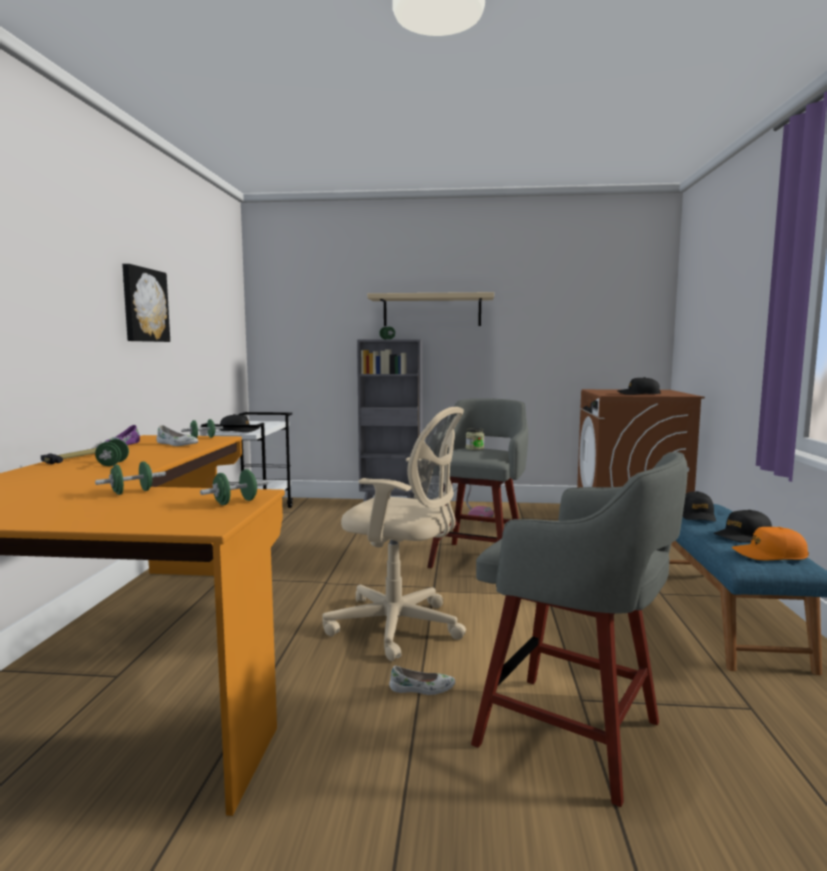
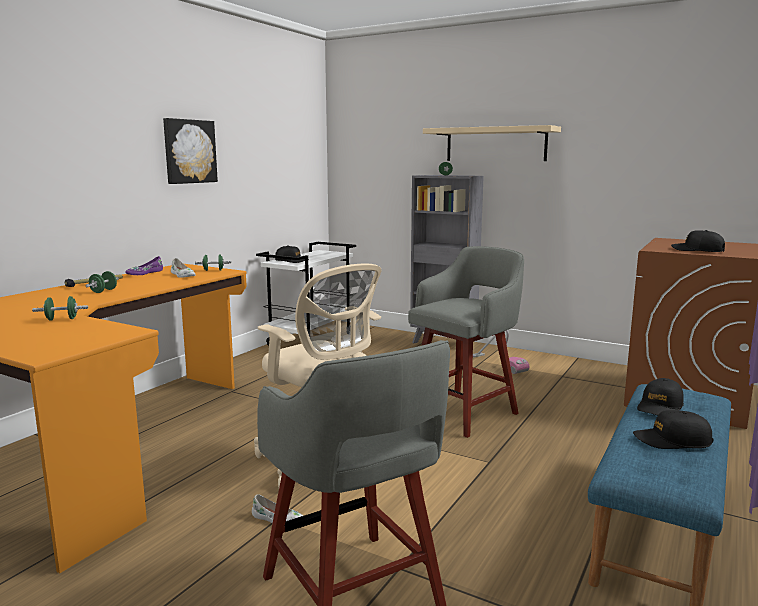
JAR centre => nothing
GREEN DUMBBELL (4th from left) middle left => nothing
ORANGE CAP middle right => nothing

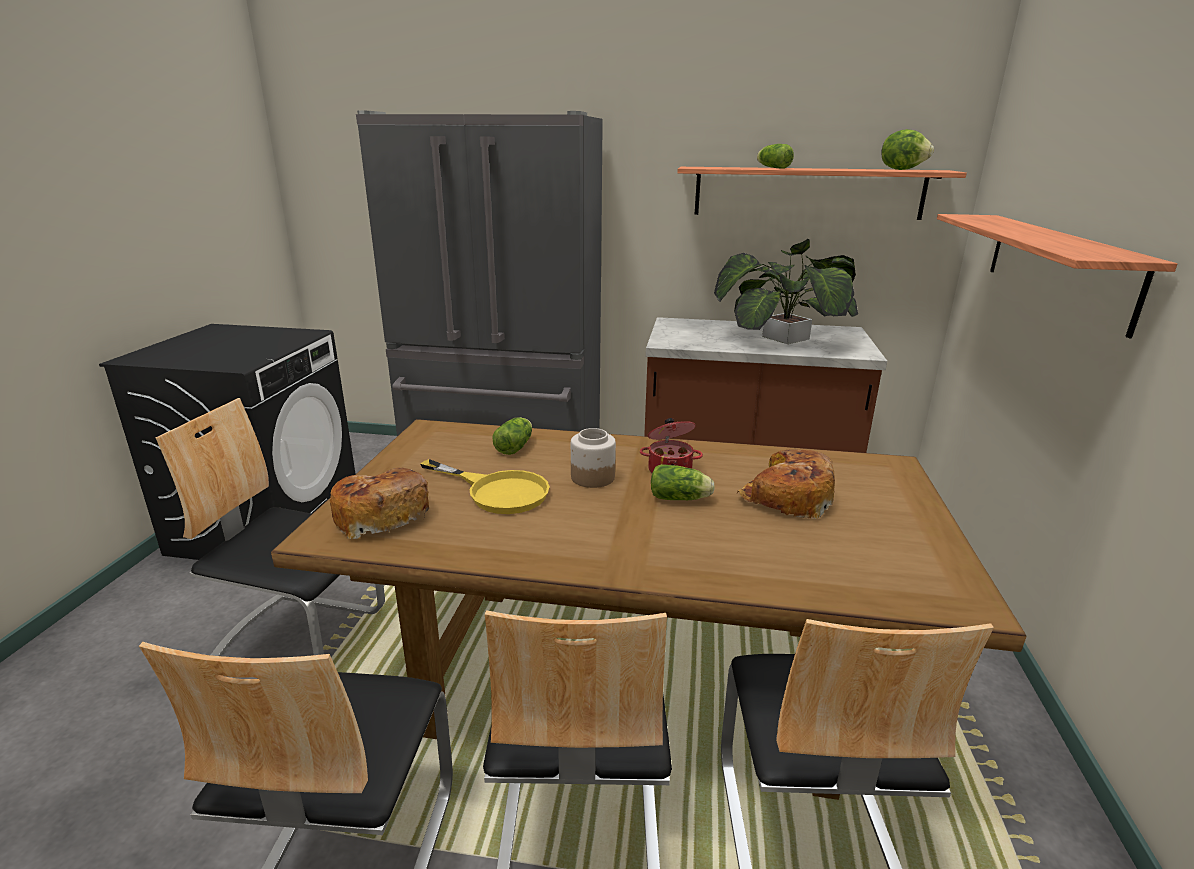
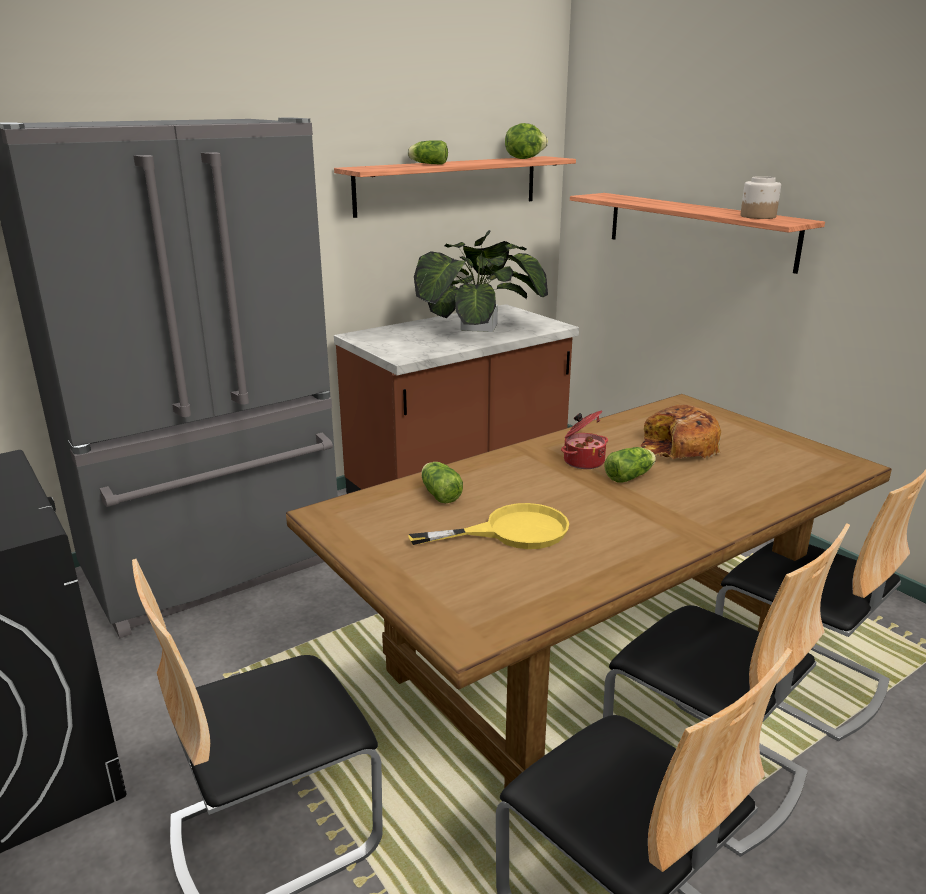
JAR centre => JAR top right, moved
BREAD (1st from left) middle left => nothing

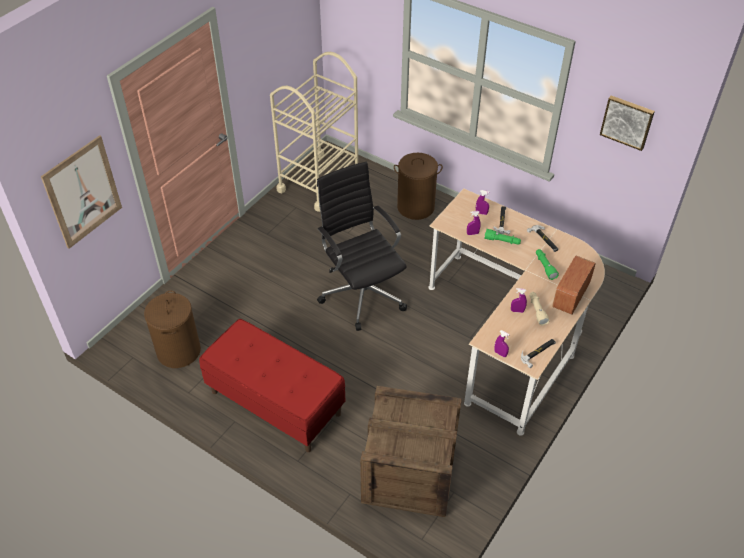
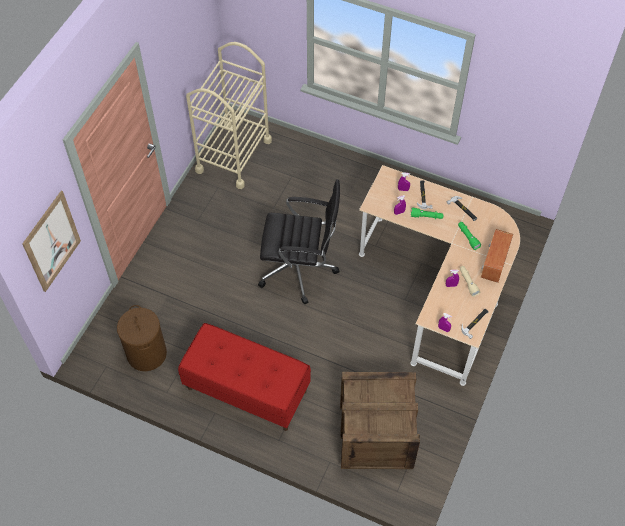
PICTURE (2nd from left) top right => nothing
BROWN LAUNDRY BASKET (2nd from left) centre => nothing
BLACK OFFICE CHAIR centre, 135 degrees clockwise

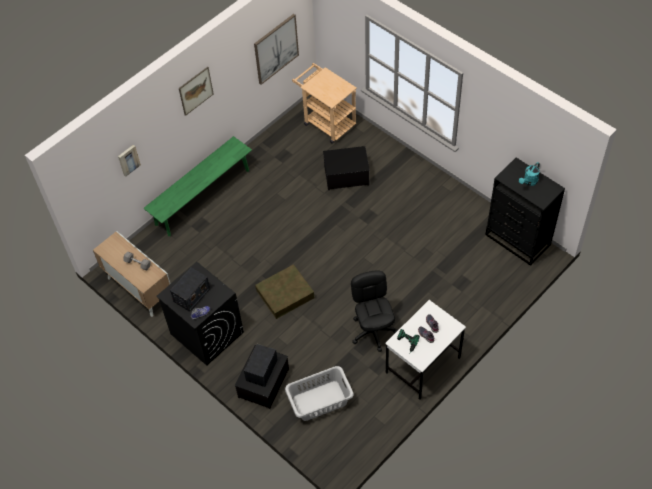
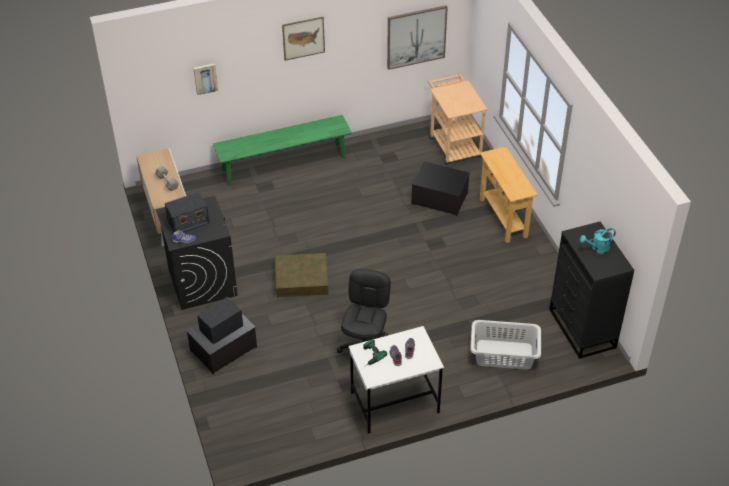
GREY LAUNDRY BASKET bottom centre => GREY LAUNDRY BASKET bottom right, moved
nothing => BEIGE CONSOLE TABLE middle right

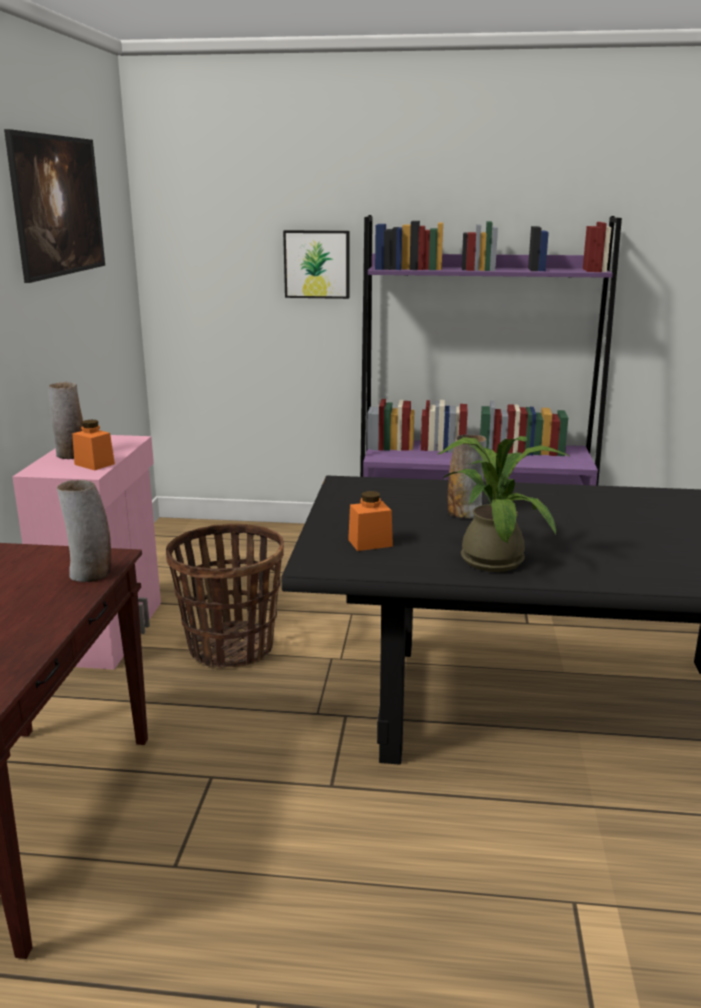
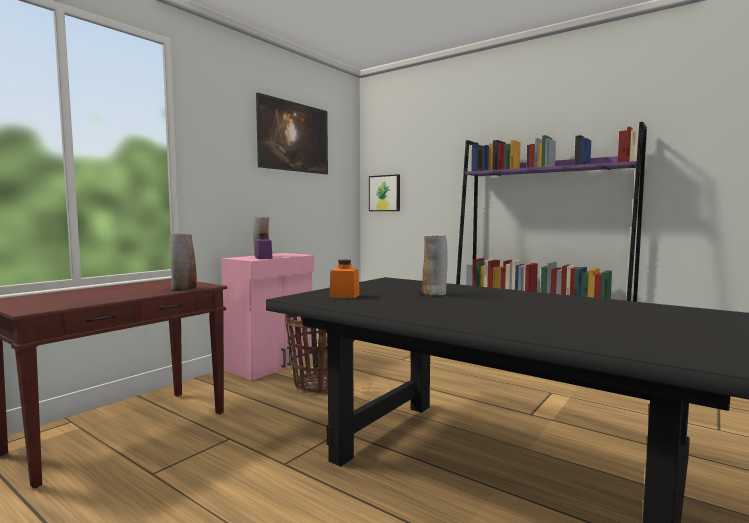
PICTURE (2nd from left) top centre => PICTURE (2nd from left) centre, moved
ORANGE JAR (1st from left) middle left => PURPLE JAR centre
POTTED PLANT middle right => nothing

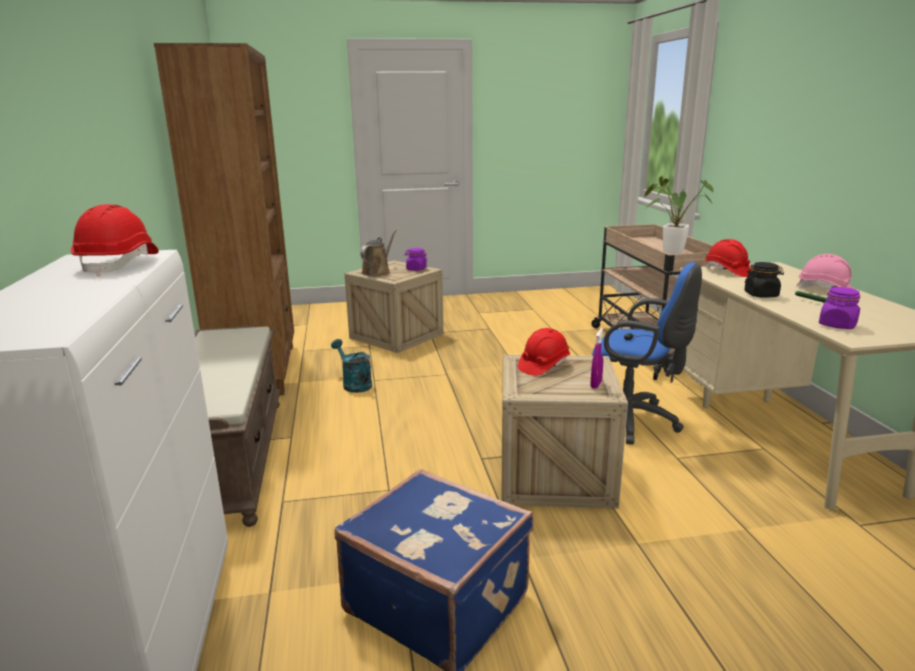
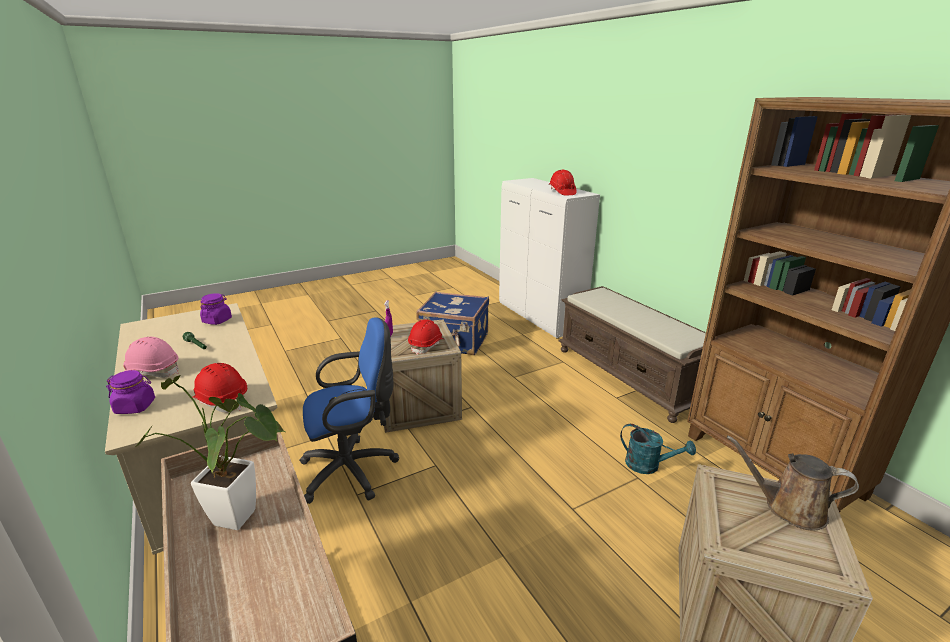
BROWN WATERING CAN centre => BROWN WATERING CAN bottom right, 105 degrees clockwise
PURPLE JAR (1st from left) centre => PURPLE JAR (1st from left) middle left, moved
BLUE OFFICE CHAIR middle right => BLUE OFFICE CHAIR centre, 150 degrees clockwise
BLACK JAR middle right => nothing

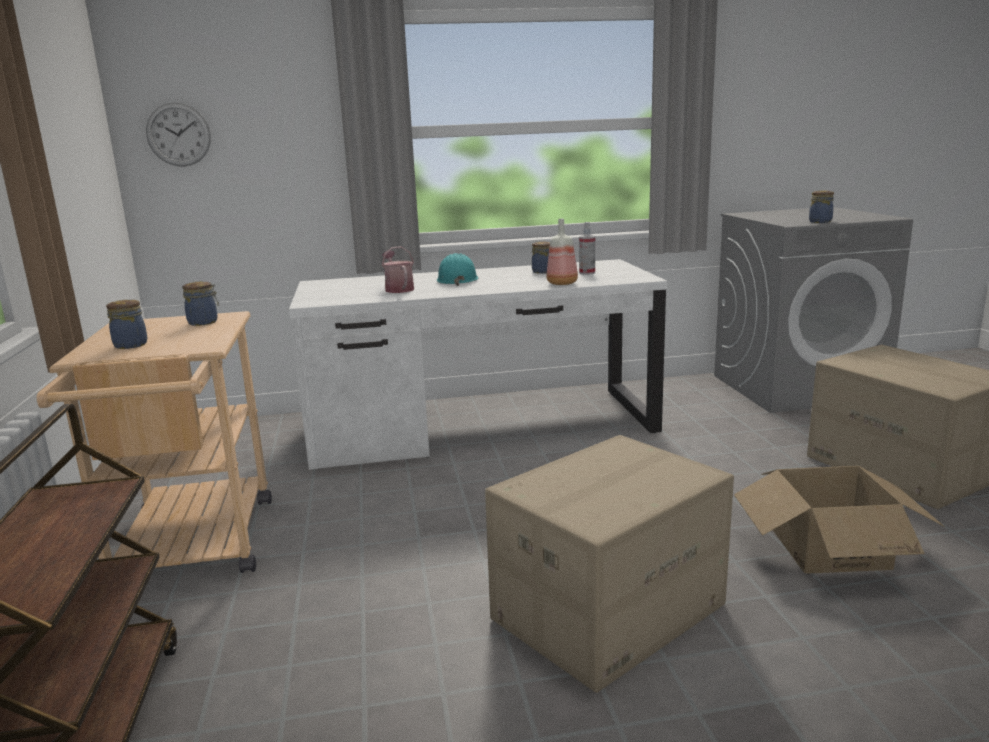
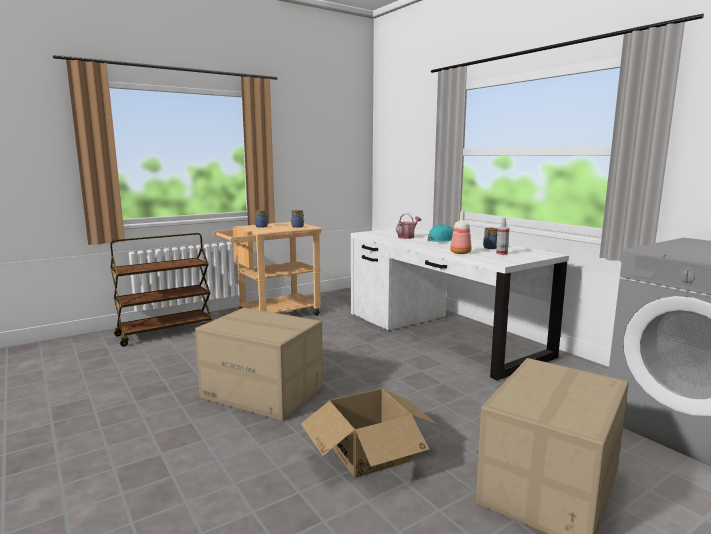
WALL CLOCK top left => nothing
JAR (4th from left) top right => nothing

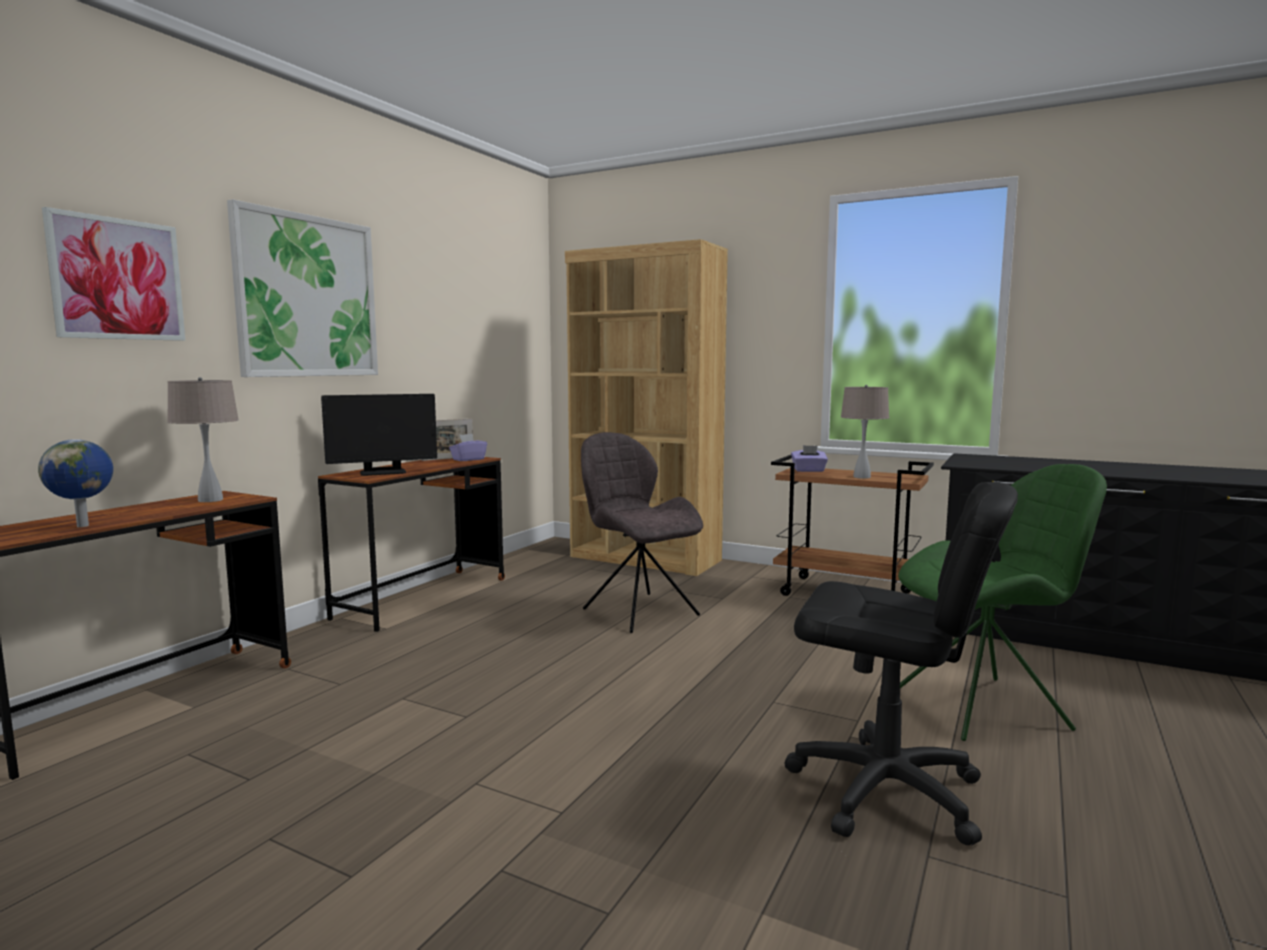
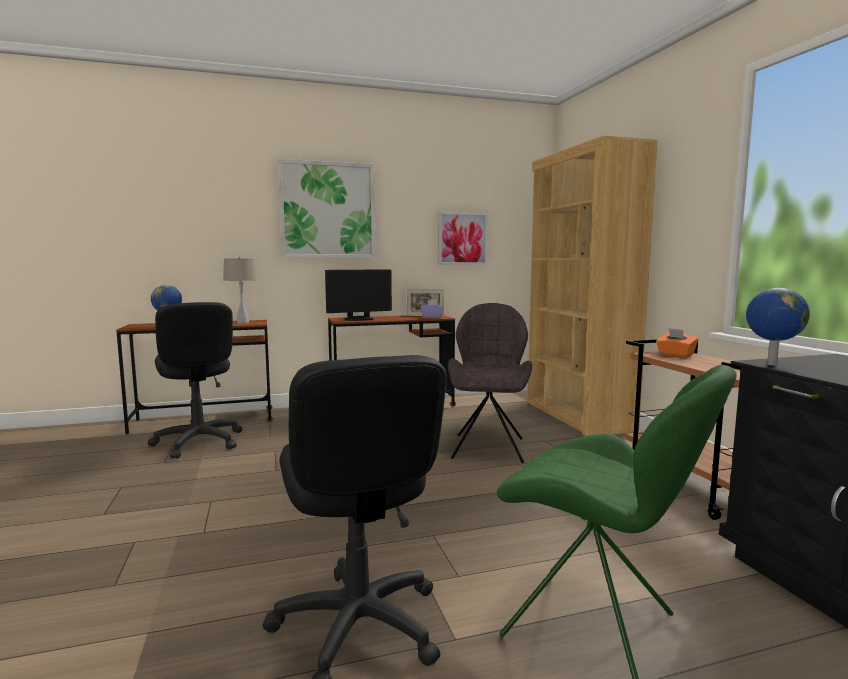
PICTURE (1st from left in the first image) top left => PICTURE (2nd from left) centre, moved
BEIGE TABLE LAMP (2nd from left) middle right => nothing
MONITOR middle left => MONITOR centre, 45 degrees counterclockwise
PURPLE TISSUE BOX (2nd from left) centre => ORANGE TISSUE BOX middle right
nothing => GLOBE (2nd from left) middle right
nothing => BLACK OFFICE CHAIR (1st from left) middle left

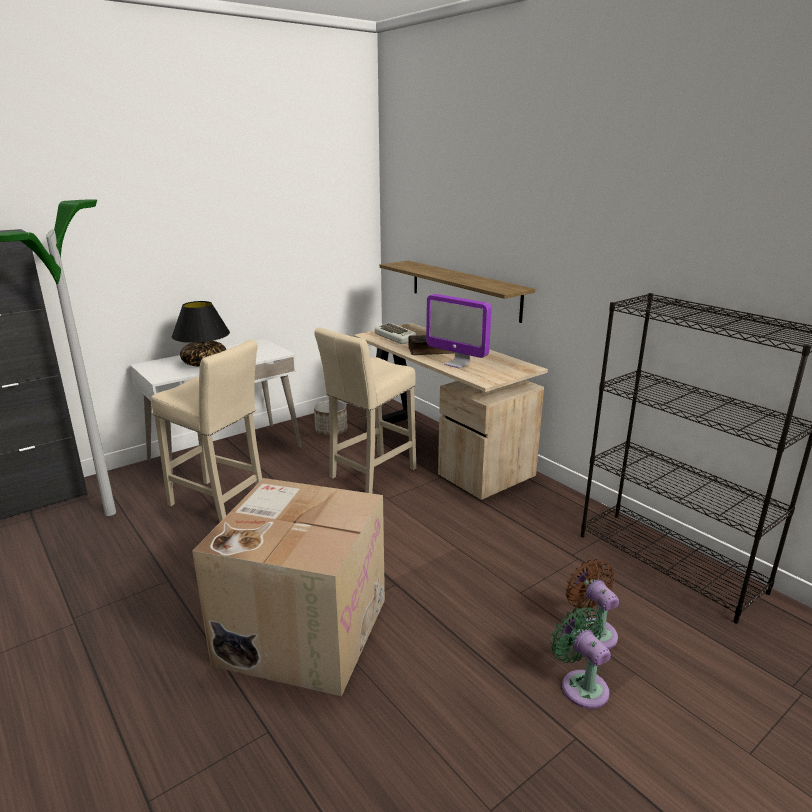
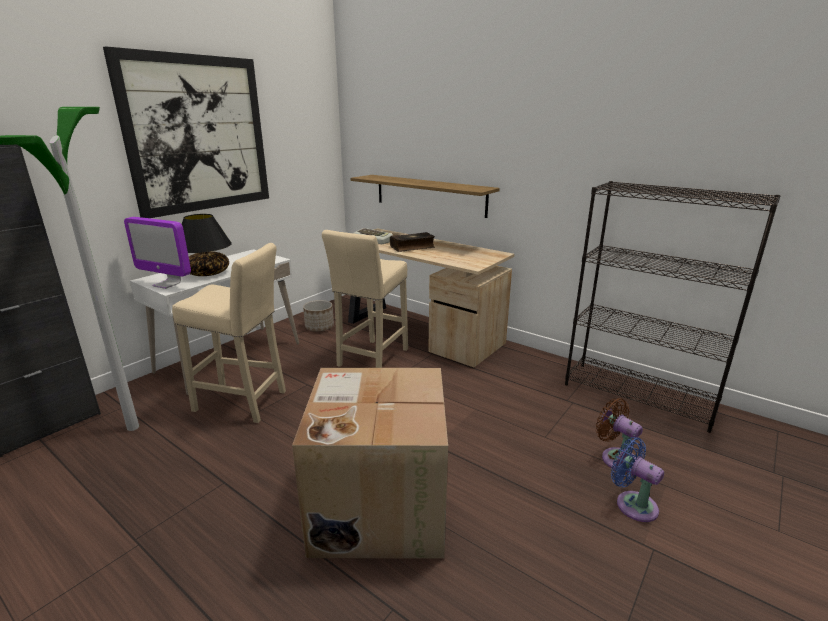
MONITOR centre => MONITOR middle left, moved
GREEN FAN bottom right => BLUE FAN bottom right
nothing => PICTURE top left

